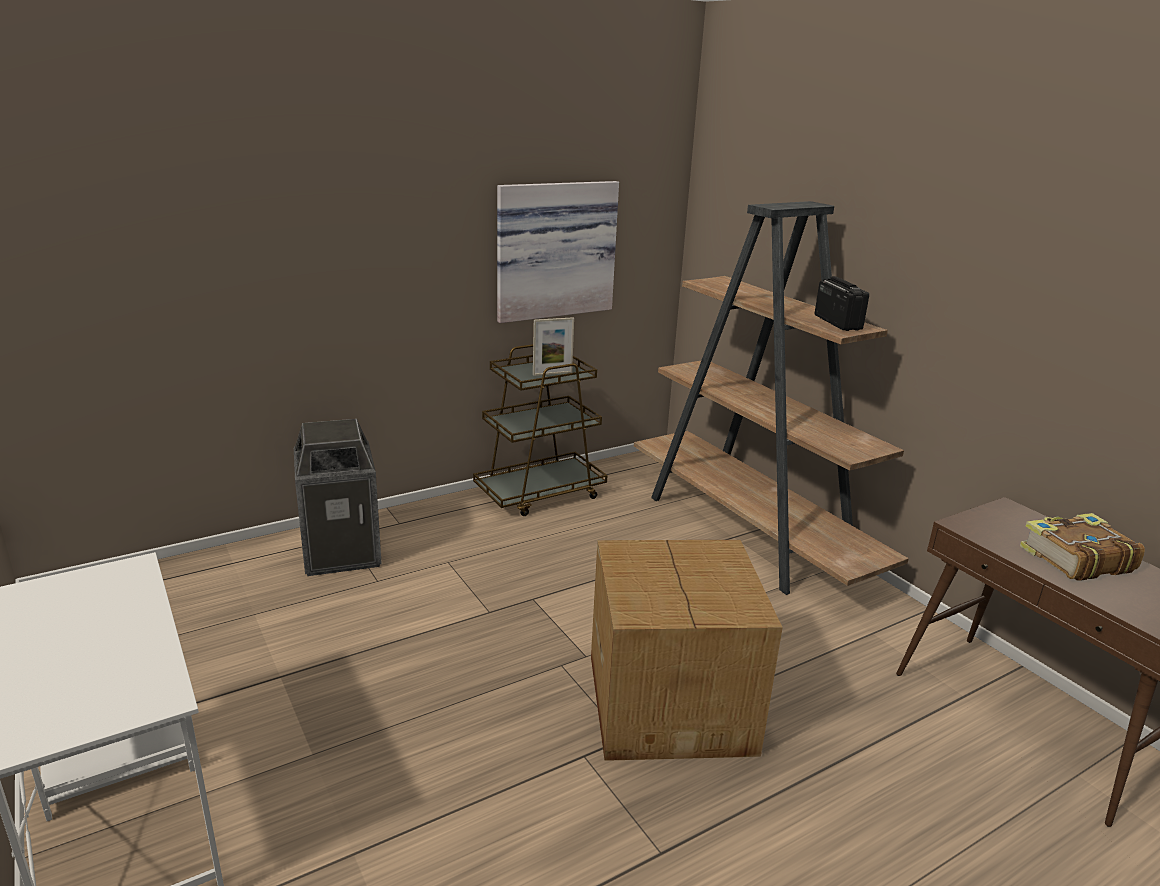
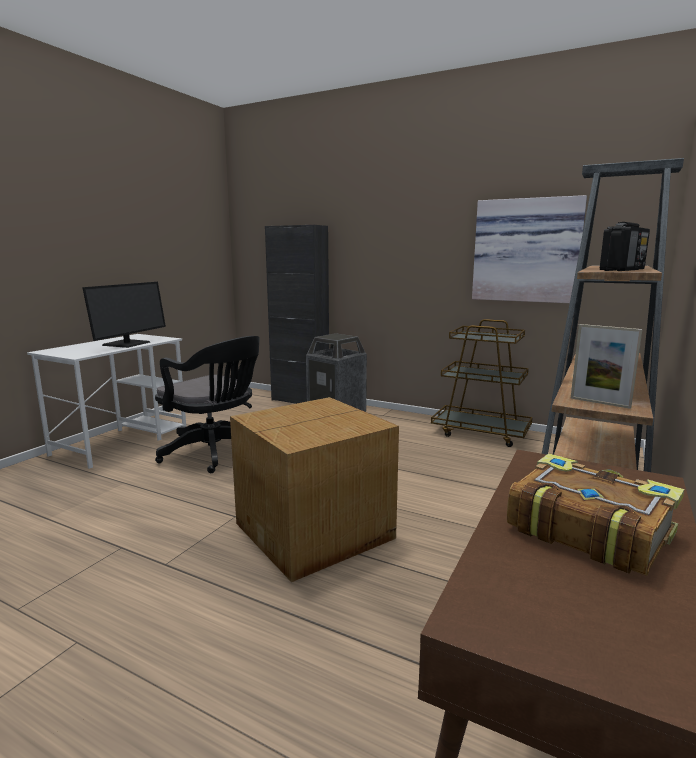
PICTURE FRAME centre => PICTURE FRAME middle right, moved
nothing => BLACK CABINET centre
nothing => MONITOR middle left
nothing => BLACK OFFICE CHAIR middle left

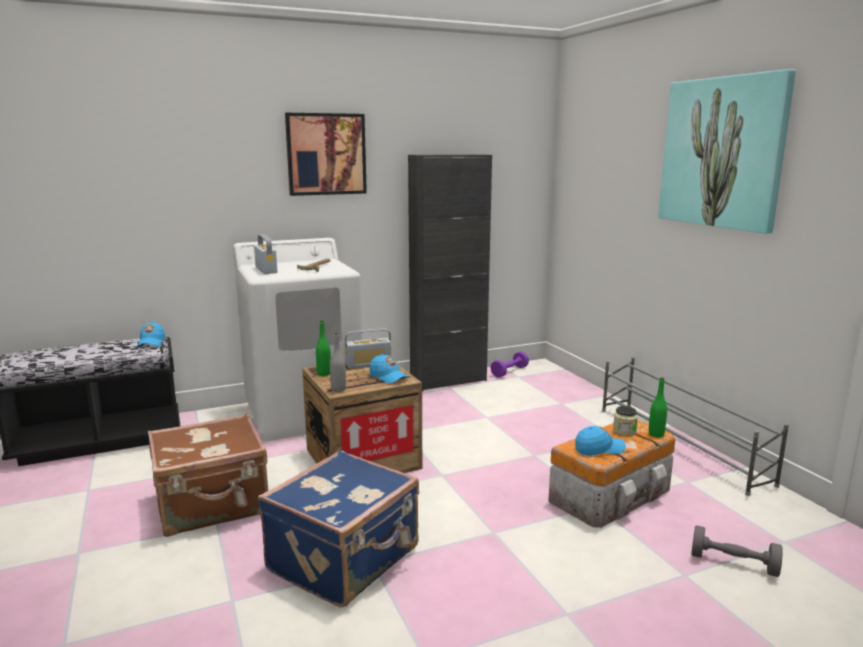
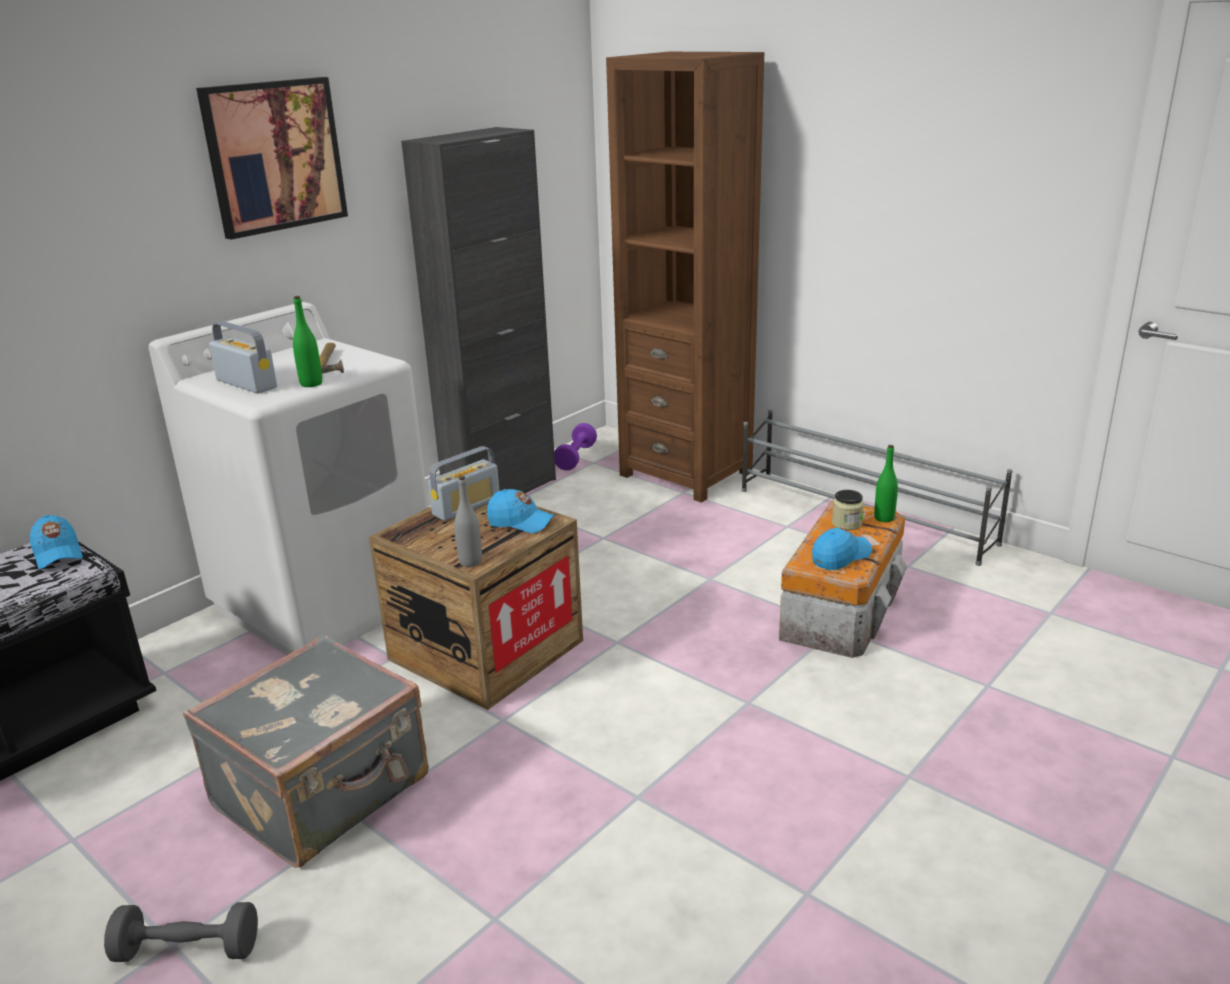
PICTURE (2nd from left) top right => nothing
GREEN BOTTLE (1st from left) centre => GREEN BOTTLE (1st from left) middle left, moved
BROWN SUITCASE bottom left => GREY SUITCASE bottom left
BLUE SUITCASE bottom centre => nothing
GREY DUMBBELL bottom right => GREY DUMBBELL bottom left, moved
nothing => BROWN BOOKCASE top centre

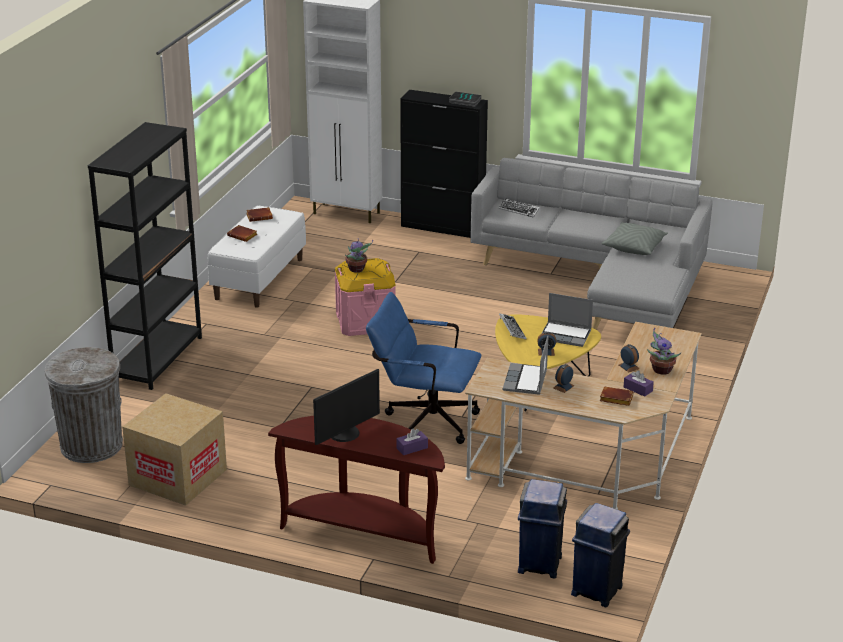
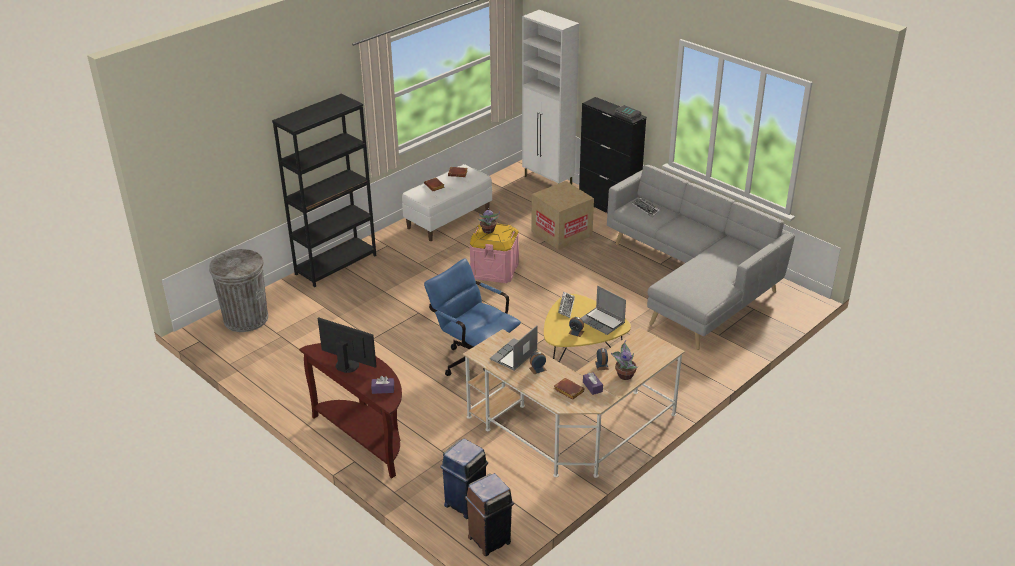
GREY PILLOW middle right => nothing
MONITOR centre, 135 degrees counterclockwise
CARDBOARD BOX bottom left => CARDBOARD BOX centre, moved
BLUE TRASH CAN (2nd from left) bottom right => BROWN TRASH CAN bottom centre

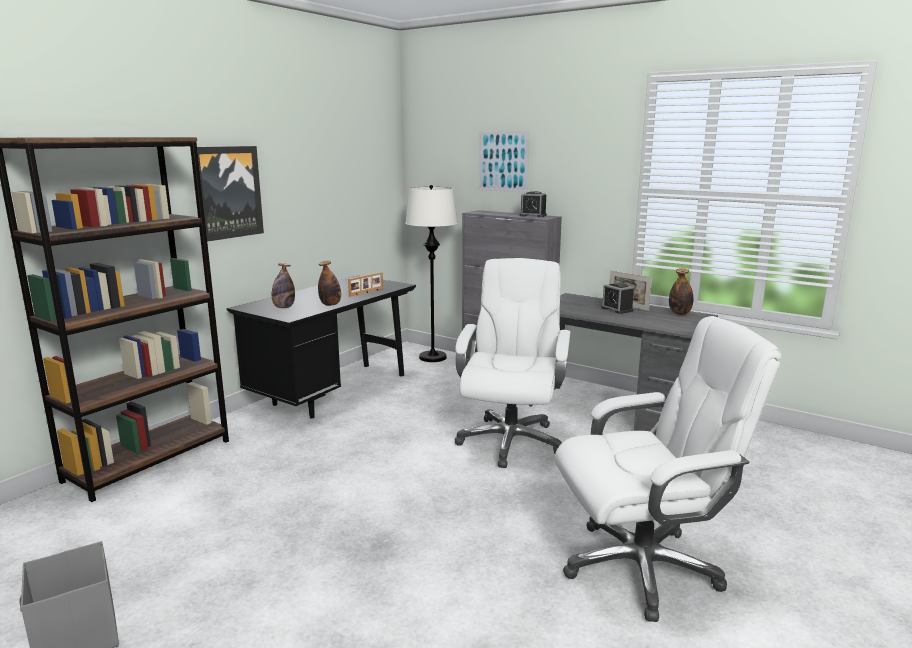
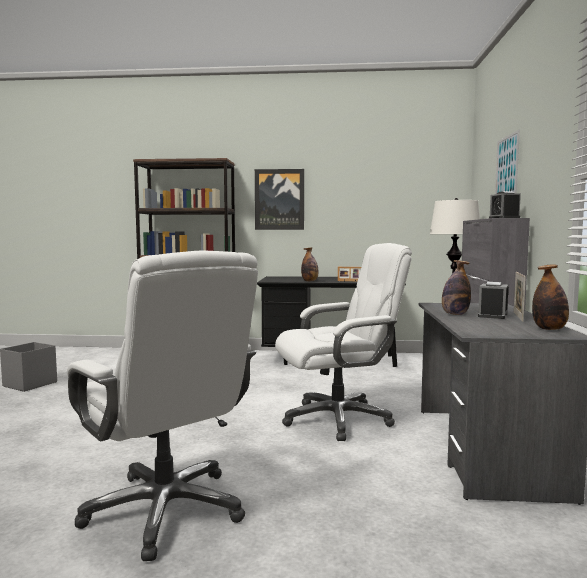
BOTTLE (1st from left in the first image) middle left => BOTTLE (2nd from left) middle right, moved

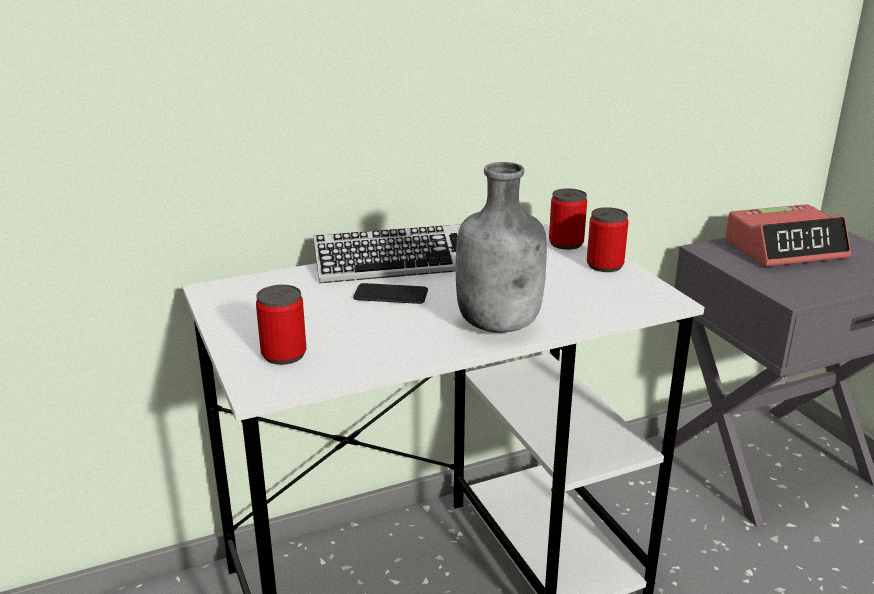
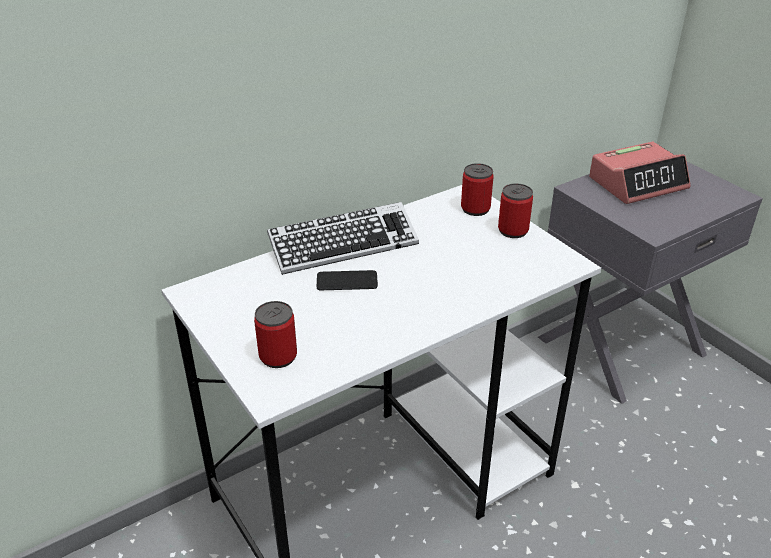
GREY BOTTLE centre => nothing

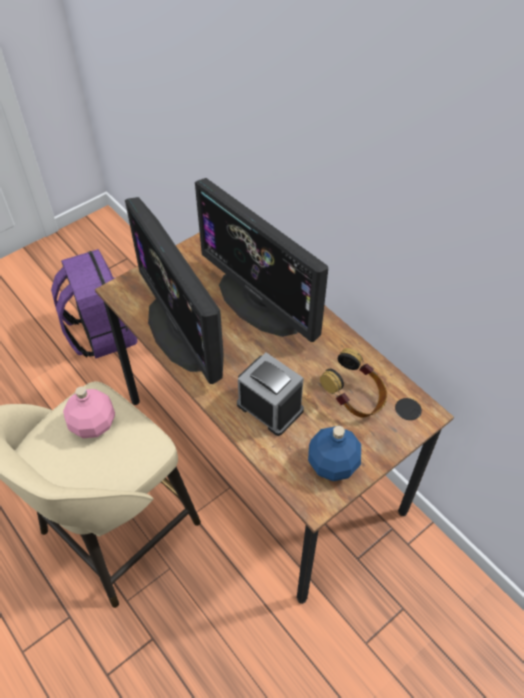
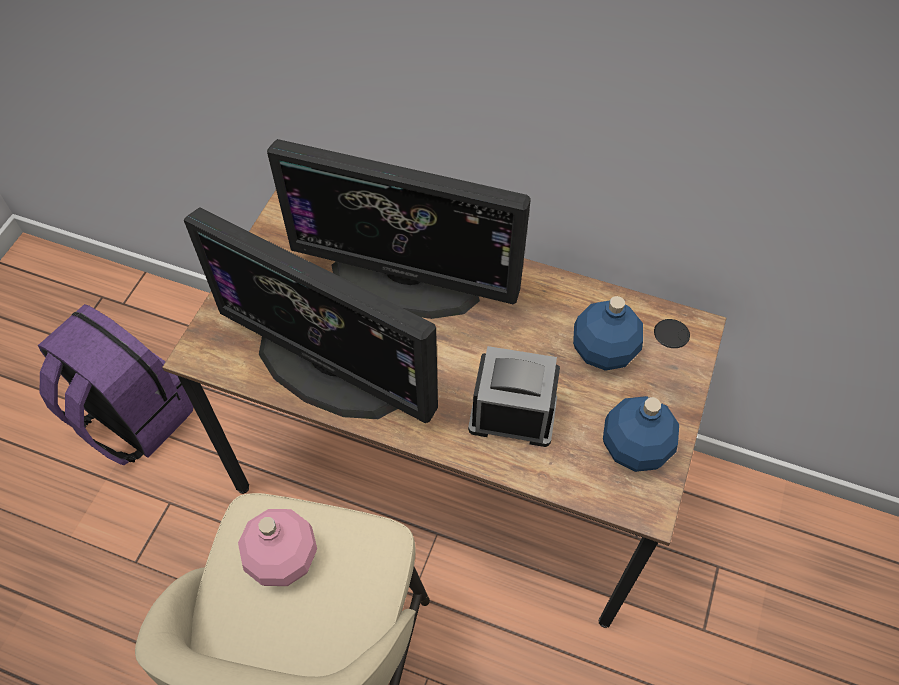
HEADPHONES middle right => BLUE BOTTLE (1st from left) middle right

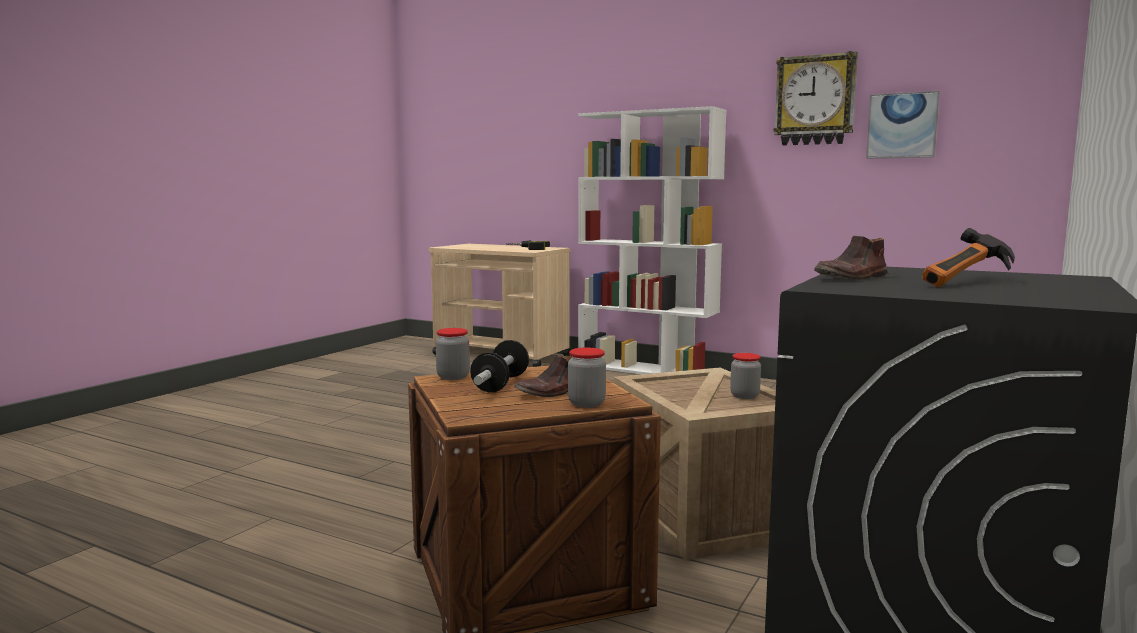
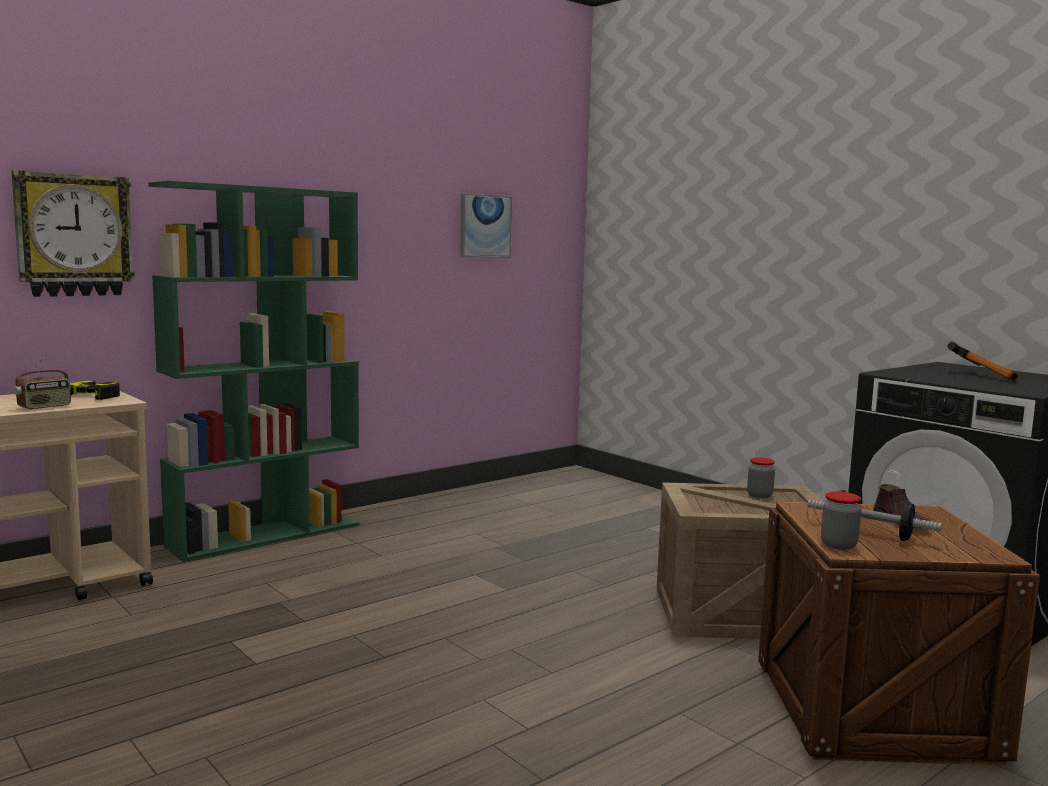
WALL CLOCK top right => WALL CLOCK top left, moved
WHITE BOOKCASE centre => GREEN BOOKCASE middle left
BROWN SHOE (2nd from left) middle right => nothing
JAR (2nd from left) centre => nothing
nothing => RADIO middle left

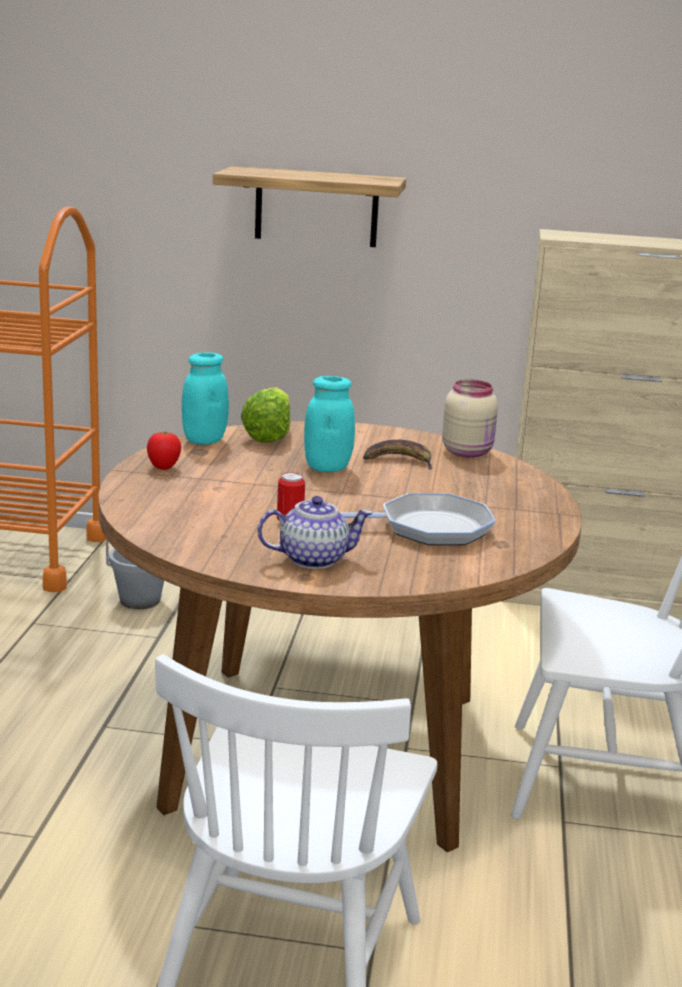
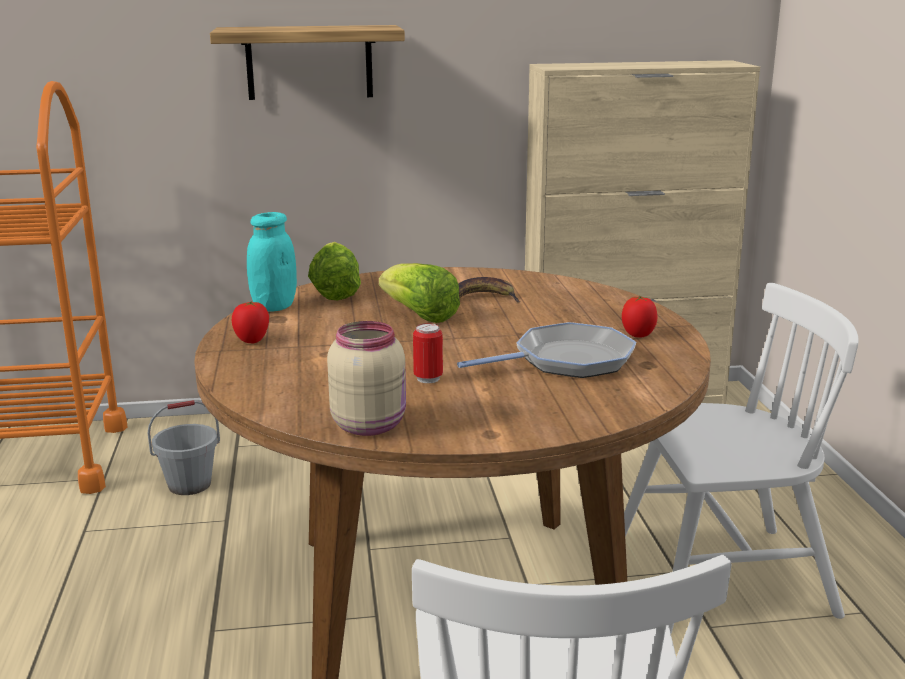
TURQUOISE JAR (2nd from left) centre => LETTUCE (2nd from left) centre
BEIGE JAR middle right => BEIGE JAR centre, moved
TEAPOT centre => nothing
nothing => TOMATO (2nd from left) middle right

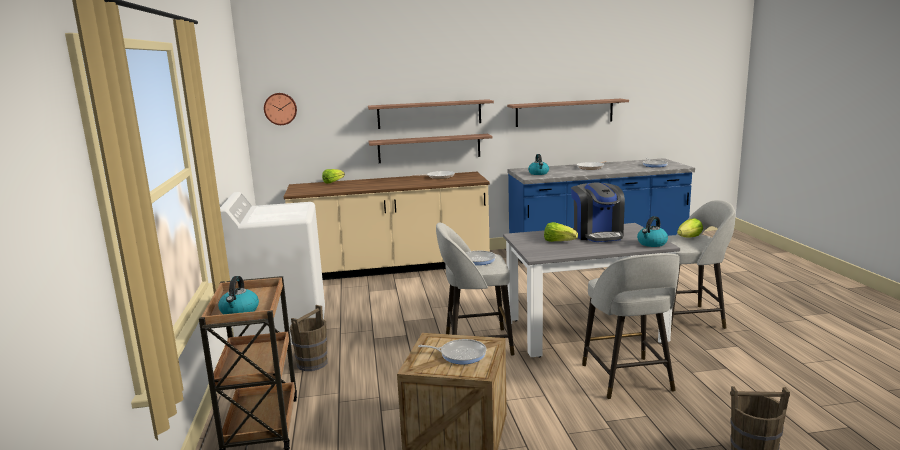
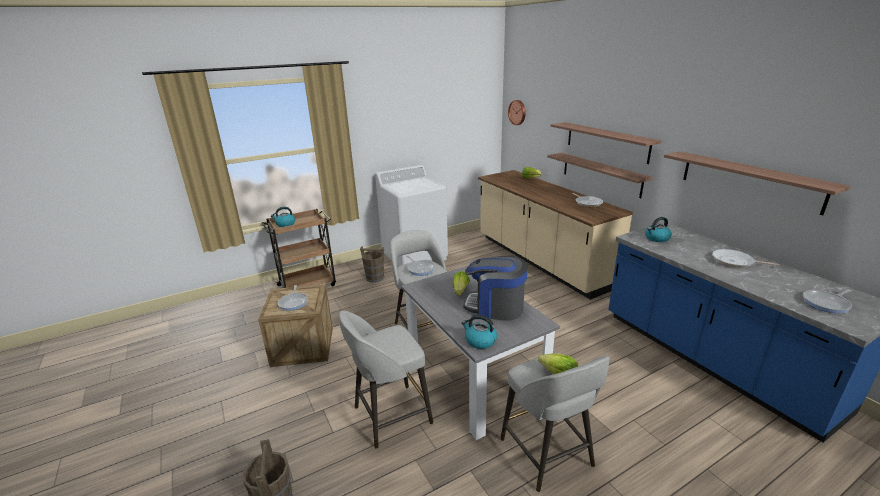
COFFEE MACHINE centre, 45 degrees clockwise

